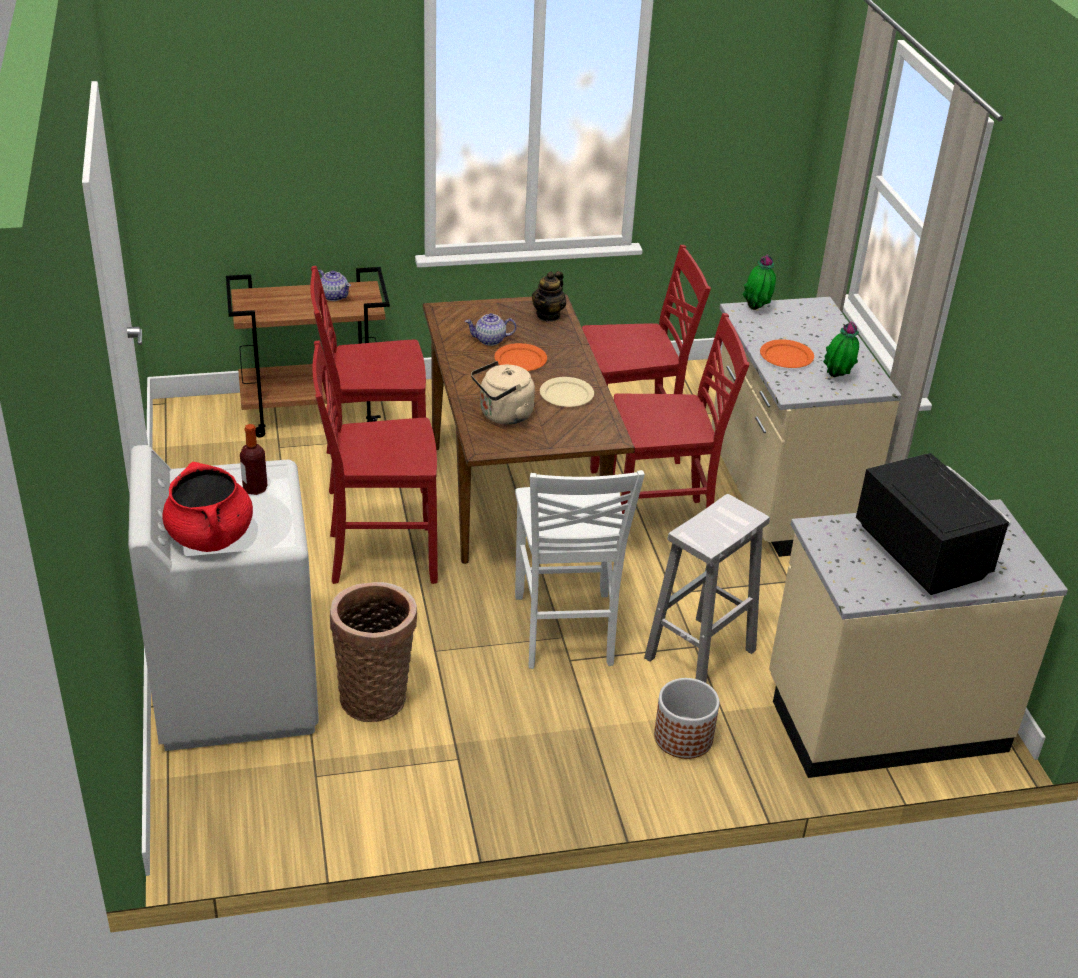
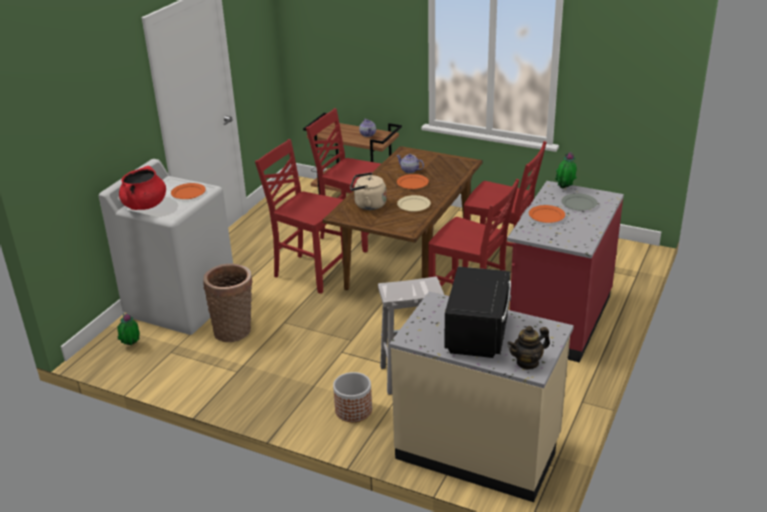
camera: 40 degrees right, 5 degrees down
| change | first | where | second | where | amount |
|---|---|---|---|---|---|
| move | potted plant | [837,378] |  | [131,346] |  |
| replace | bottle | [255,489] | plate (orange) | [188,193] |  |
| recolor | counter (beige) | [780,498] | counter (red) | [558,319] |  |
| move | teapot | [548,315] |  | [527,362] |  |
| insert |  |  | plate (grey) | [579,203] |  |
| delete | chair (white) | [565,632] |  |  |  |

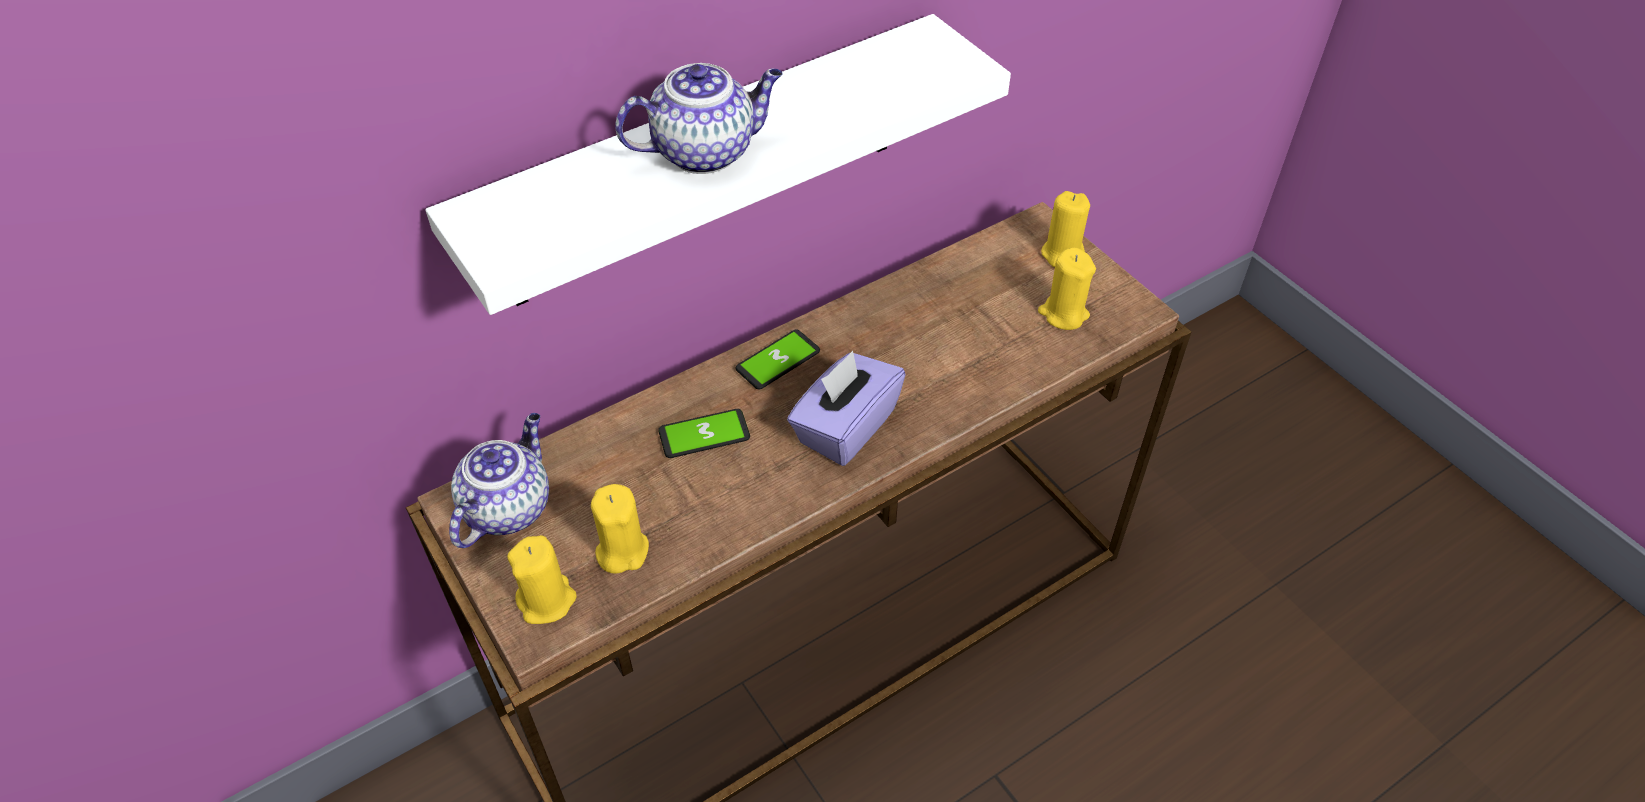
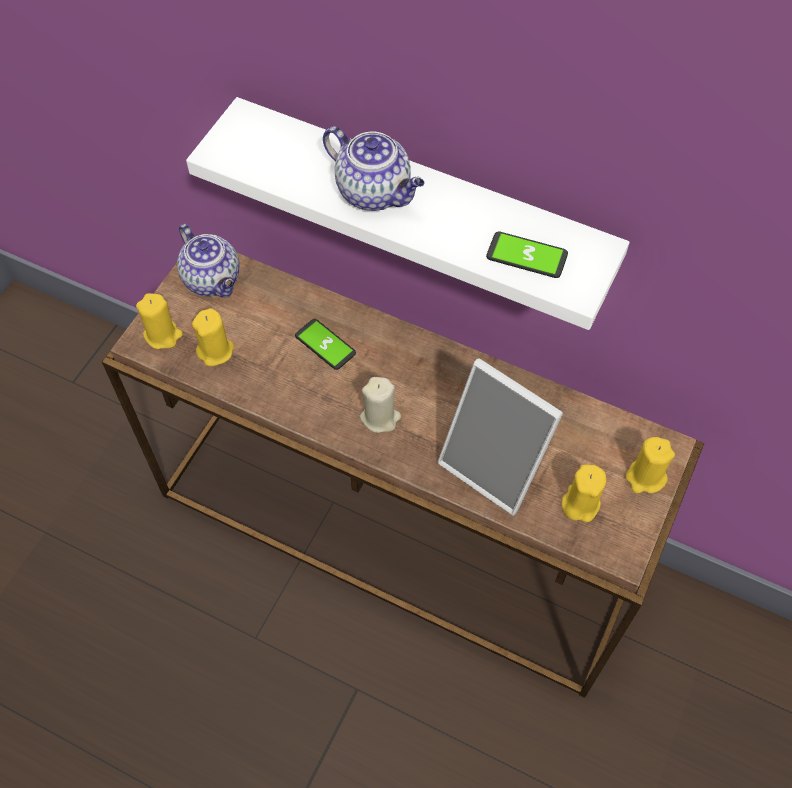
camera: 60 degrees right, 10 degrees up
| change | first | where | second | where | amount |
|---|---|---|---|---|---|
| rotate | teapot | [508,507] |  | [213,280] | 60 degrees clockwise |
| replace | tissue box (purple) | [845,427] | candle (beige) | [380,417] |  |
| insert |  |  | picture frame | [495,466] |  |
| move | phone | [778,360] |  | [526,256] |  |

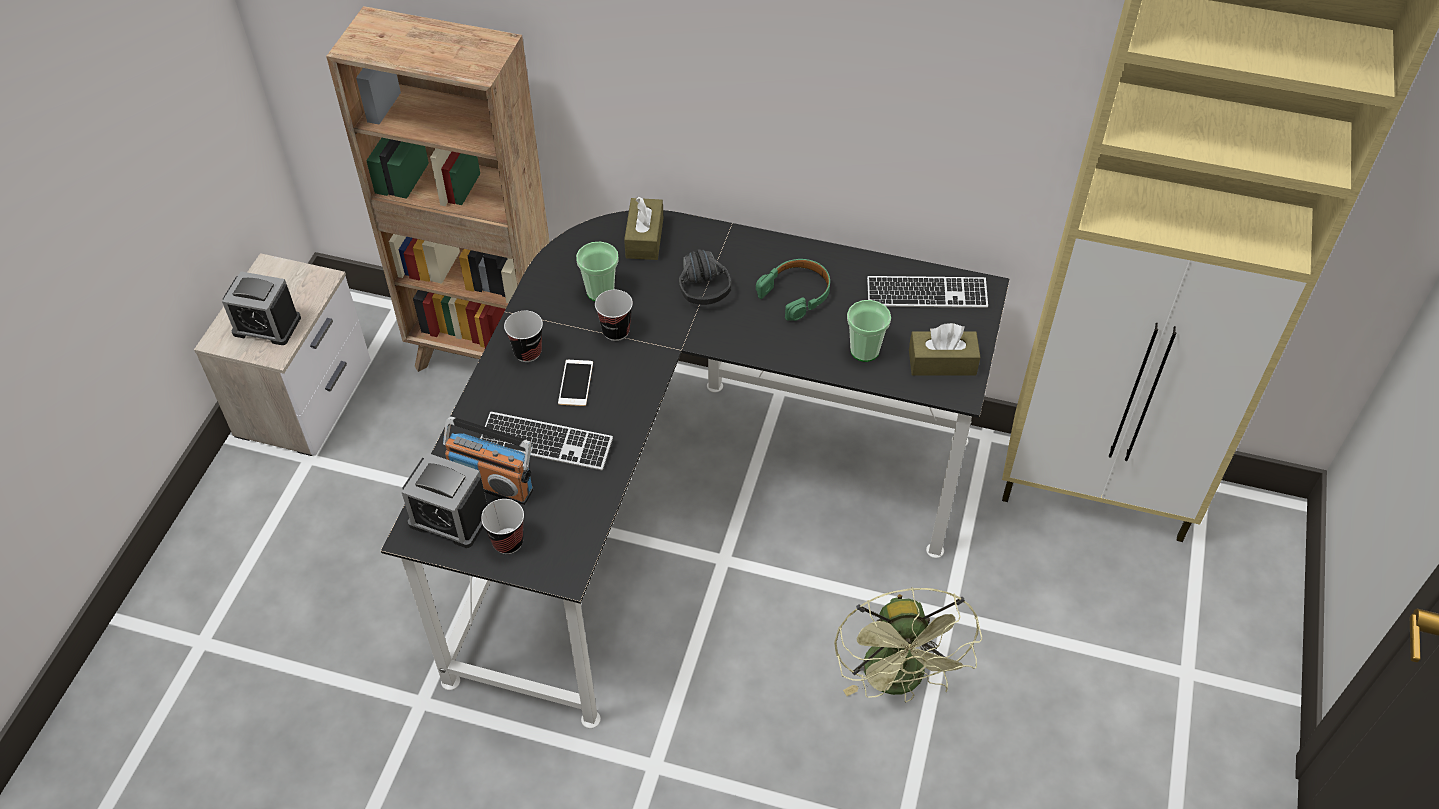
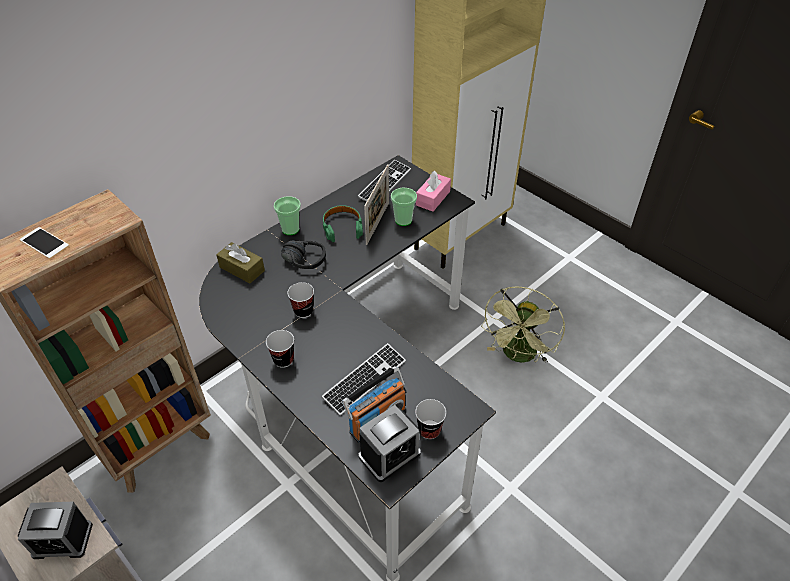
camera: 60 degrees left, 5 degrees down
| change | first | where | second | where | amount |
|---|---|---|---|---|---|
| rotate | alarm clock | [267,325] |  | [62,540] | 45 degrees clockwise |
| move | phone | [575,383] |  | [44,243] |  |
| move | cup | [600,292] |  | [290,229] |  |
| insert |  |  | picture frame | [377,223] |  |
| recolor | tissue box (brown) | [942,362] | tissue box (pink) | [433,198] |  |
| rotate | fan (green) | [899,681] |  | [518,356] | 90 degrees clockwise |

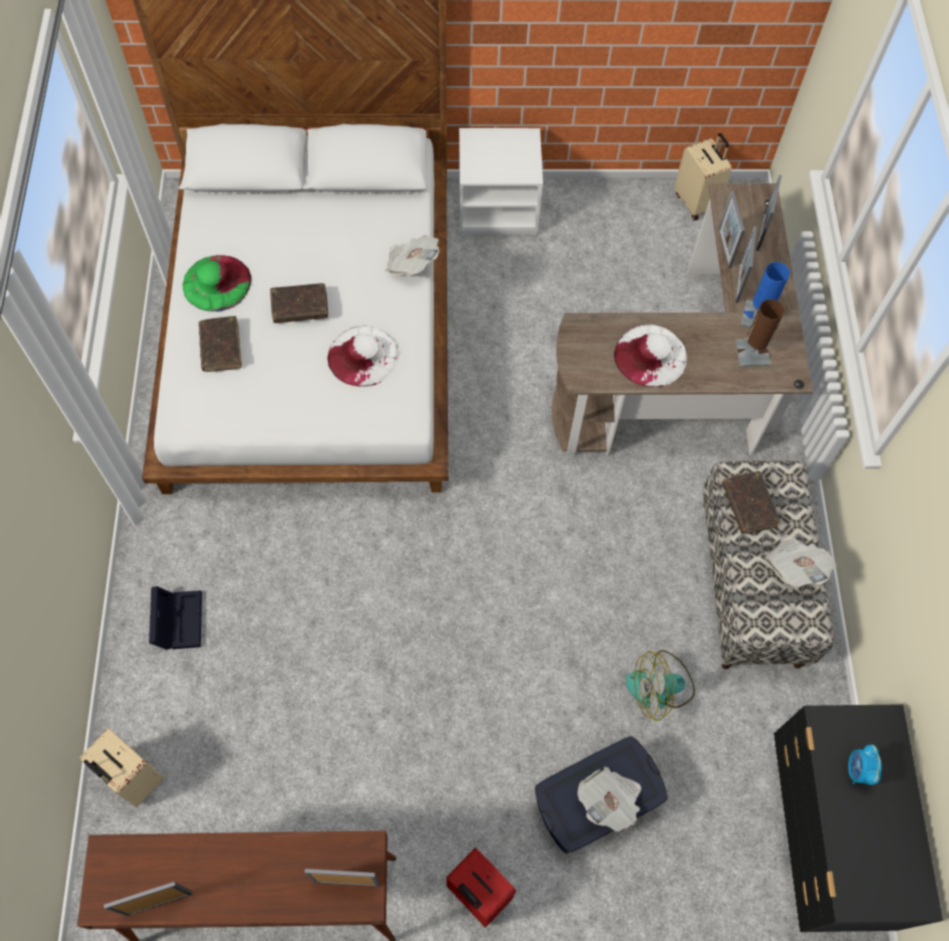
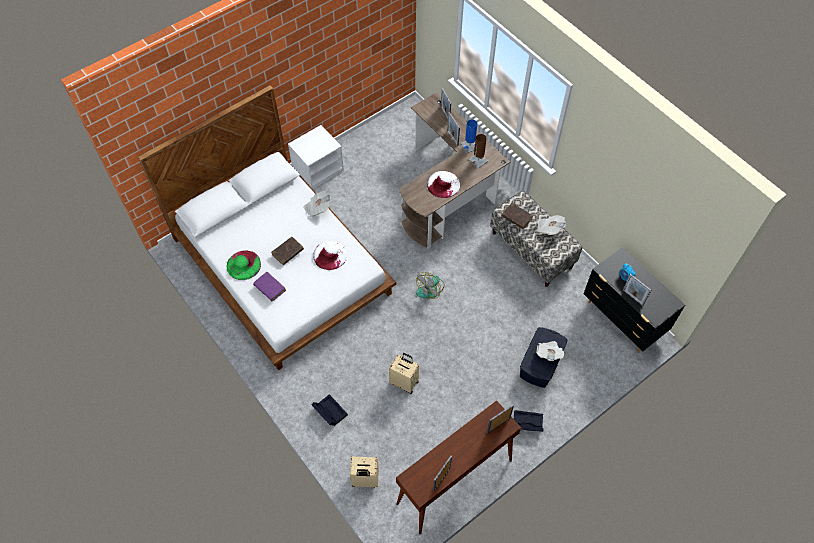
camera: 35 degrees left, 5 degrees down
| change | first | where | second | where | amount |
|---|---|---|---|---|---|
| recolor | book (brown) | [221,348] | book (purple) | [270,288] |  |
| move | suitcase (beige) | [696,202] |  | [404,382] |  |
| move | fan | [660,688] |  | [430,289] |  |
| replace | suitcase (red) | [477,894] | storage box (black) | [526,423] |  |
| move | picture frame | [724,248] |  | [633,297] |  |

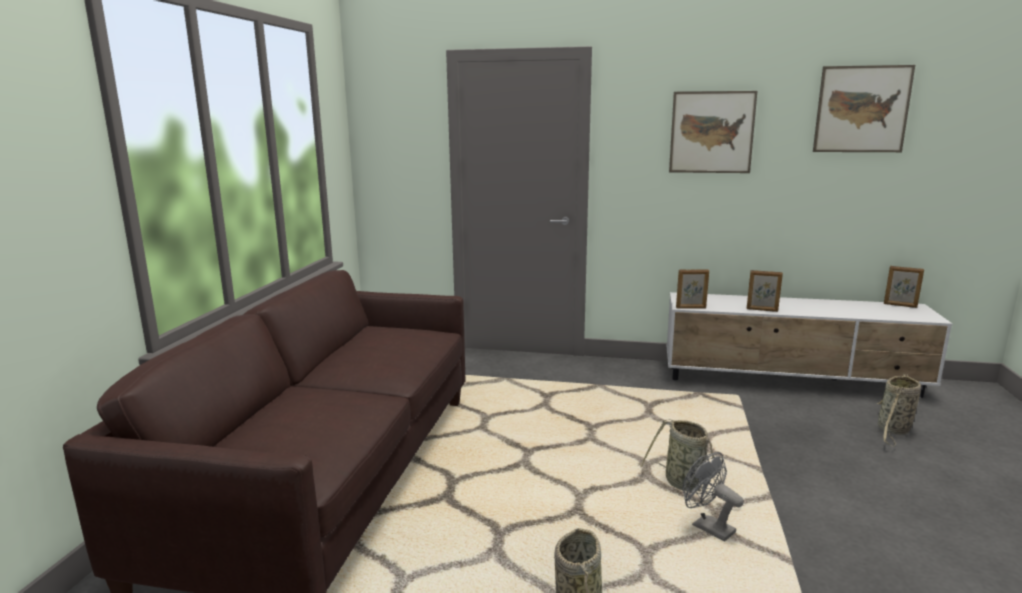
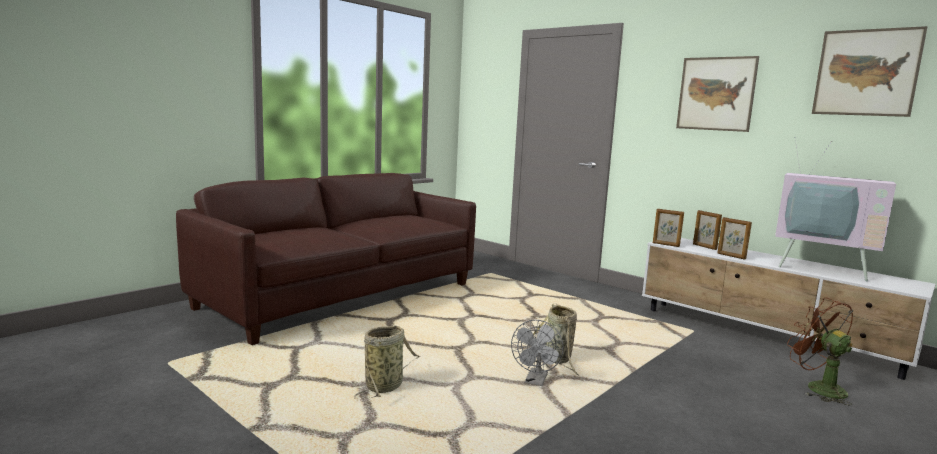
camera: 30 degrees right, 5 degrees down
| change | first | where | second | where | amount |
|---|---|---|---|---|---|
| rotate | fan (grey) | [707,527] |  | [535,382] | 150 degrees counterclockwise |
| move | picture frame | [900,305] |  | [704,247] |  |
| insert |  |  | television | [822,269] |  |
| replace | basket | [893,430] | fan (brown) | [817,387] |  |

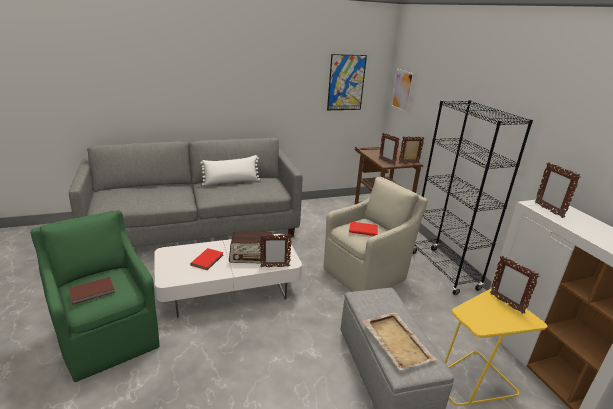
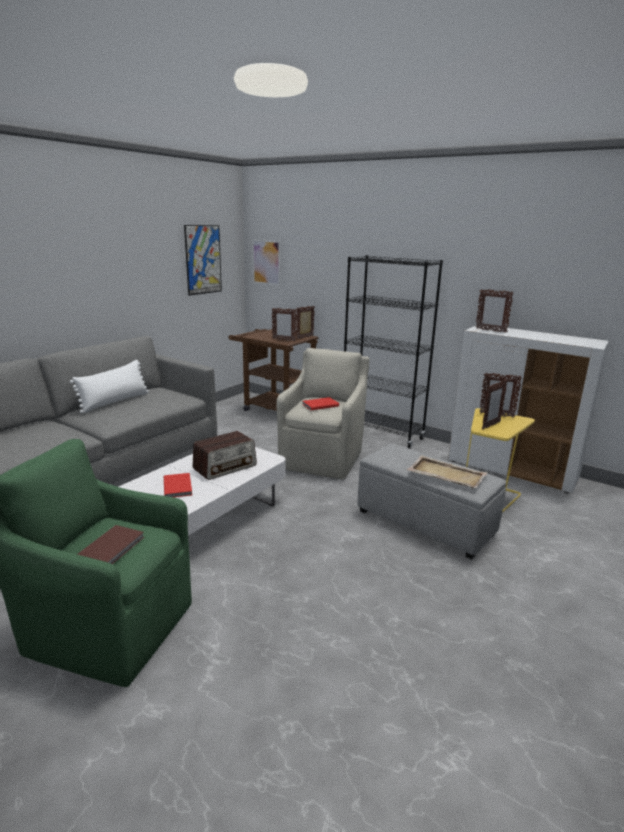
camera: 35 degrees left, 5 degrees down
| change | first | where | second | where | amount |
|---|---|---|---|---|---|
| move | picture frame | [274,266] |  | [490,426] |  |

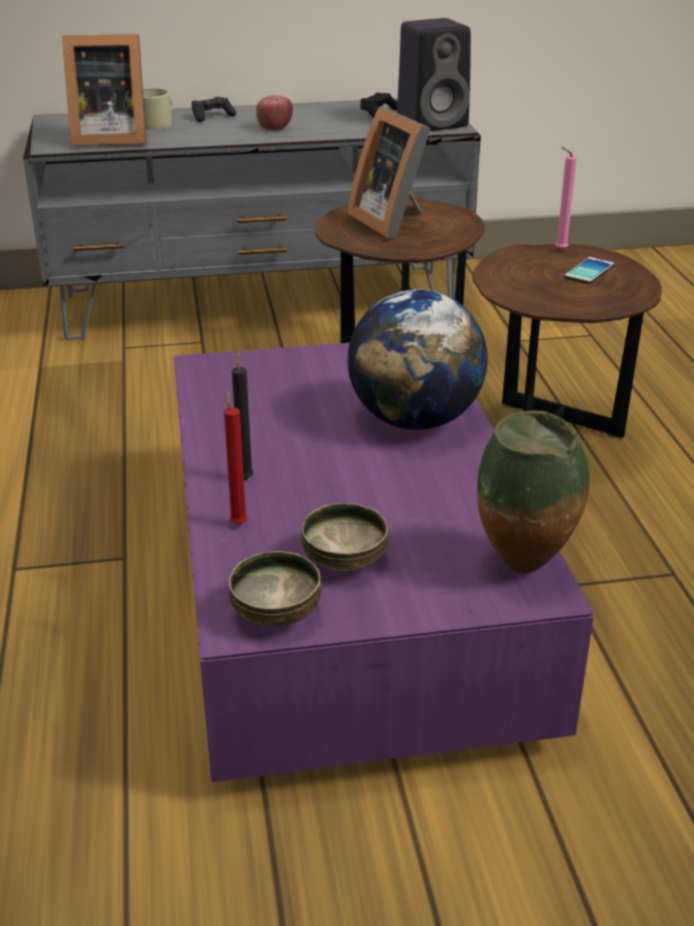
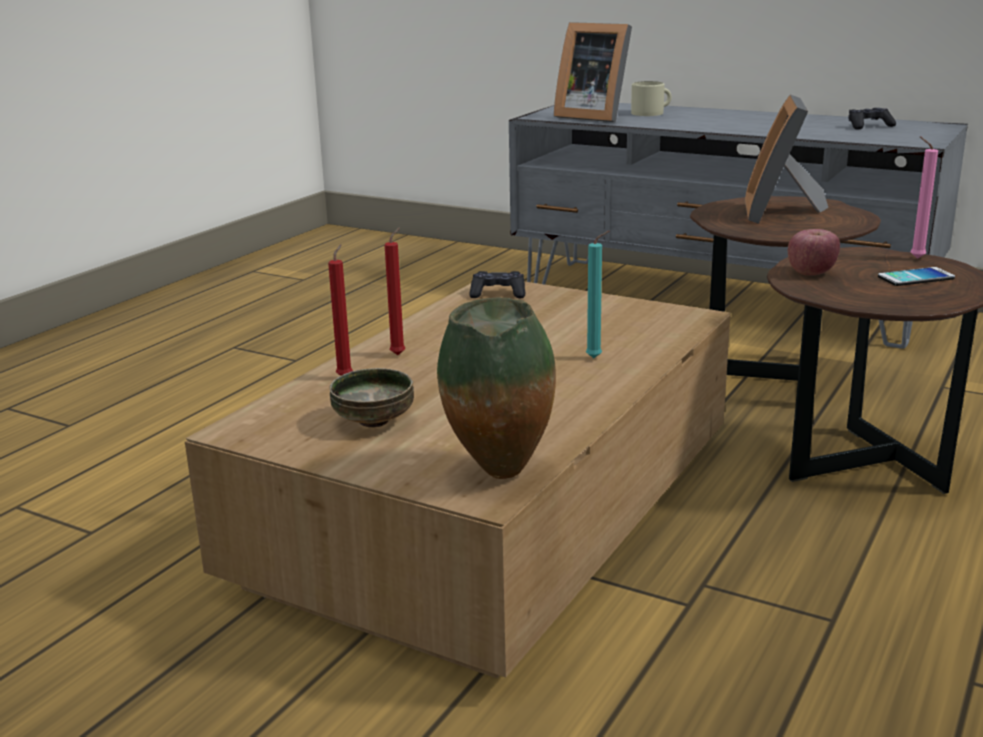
camera: 40 degrees right, 10 degrees down
| change | first | where | second | where | amount |
|---|---|---|---|---|---|
| recolor | coffee table (purple) | [346,592] | coffee table (brown) | [495,512] |  |
| recolor | candle (black) | [245,478] | candle (red) | [399,354] |  |
| move | game controller (black) | [212,116] |  | [498,294] |  |
| replace | globe | [415,420] | candle (turquoise) | [596,358] |  |
| move | apple | [274,128] |  | [811,273] |  |
| delete | bowl | [277,614] |  |  |  |
| delete | speaker (black) | [434,123] |  |  |  |

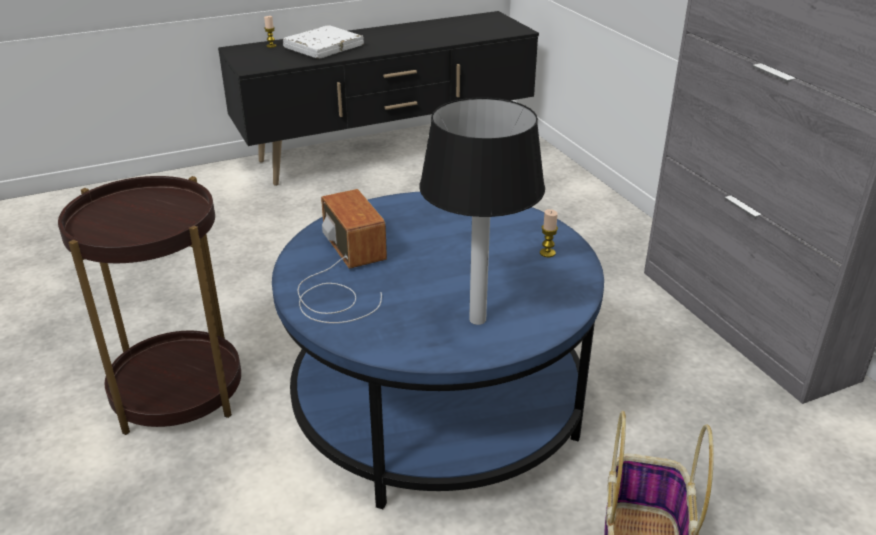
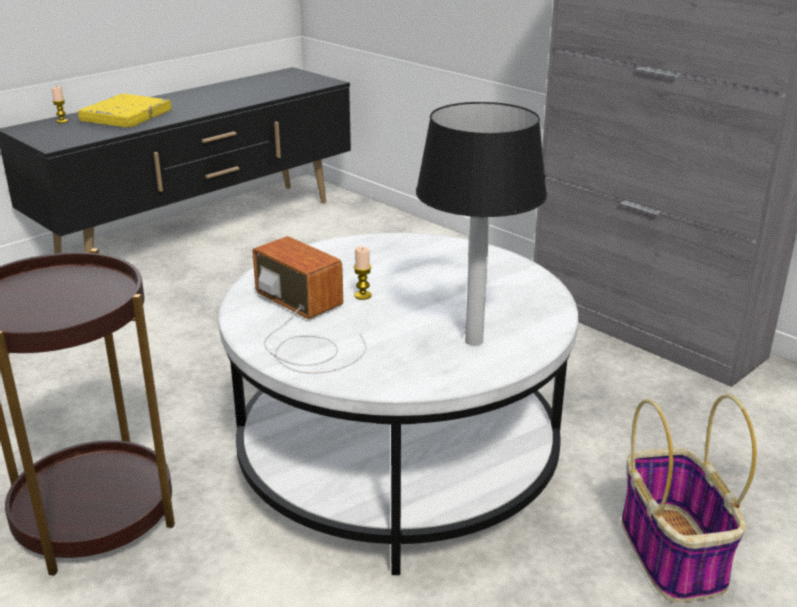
camera: 20 degrees left, 5 degrees down
| change | first | where | second | where | amount |
|---|---|---|---|---|---|
| recolor | book (white) | [323,47] | book (yellow) | [126,117] |  |
| recolor | coffee table (blue) | [437,402] | coffee table (white) | [397,460] |  |
| move | candle | [547,253] |  | [363,295] |  |

